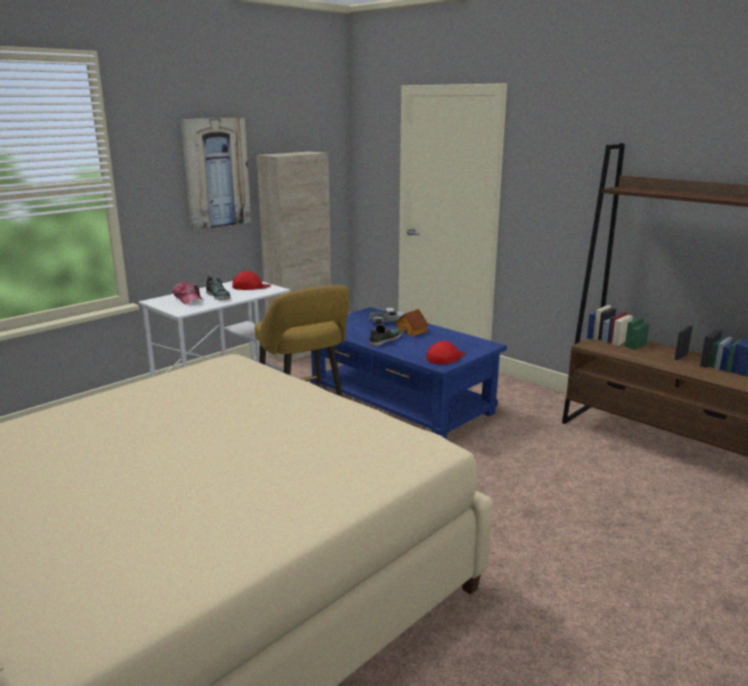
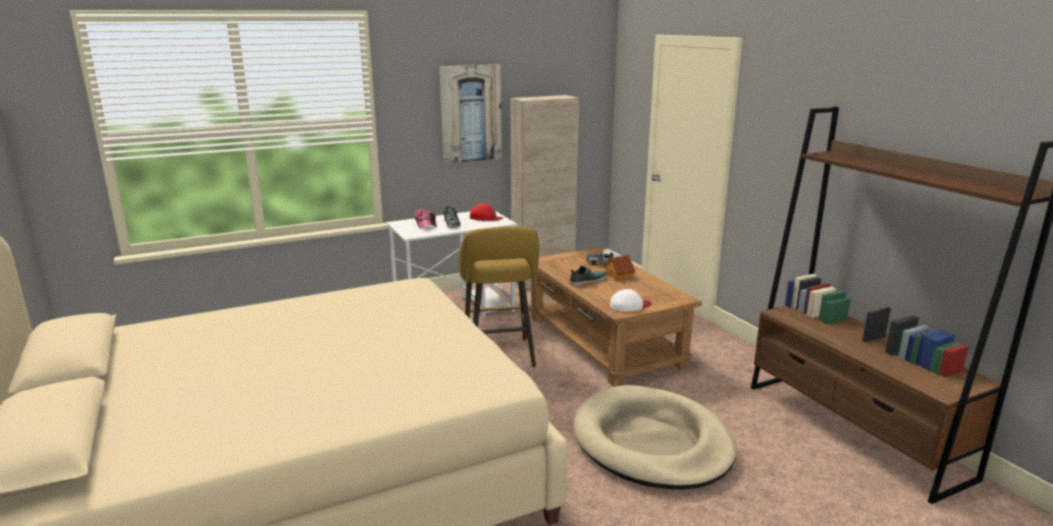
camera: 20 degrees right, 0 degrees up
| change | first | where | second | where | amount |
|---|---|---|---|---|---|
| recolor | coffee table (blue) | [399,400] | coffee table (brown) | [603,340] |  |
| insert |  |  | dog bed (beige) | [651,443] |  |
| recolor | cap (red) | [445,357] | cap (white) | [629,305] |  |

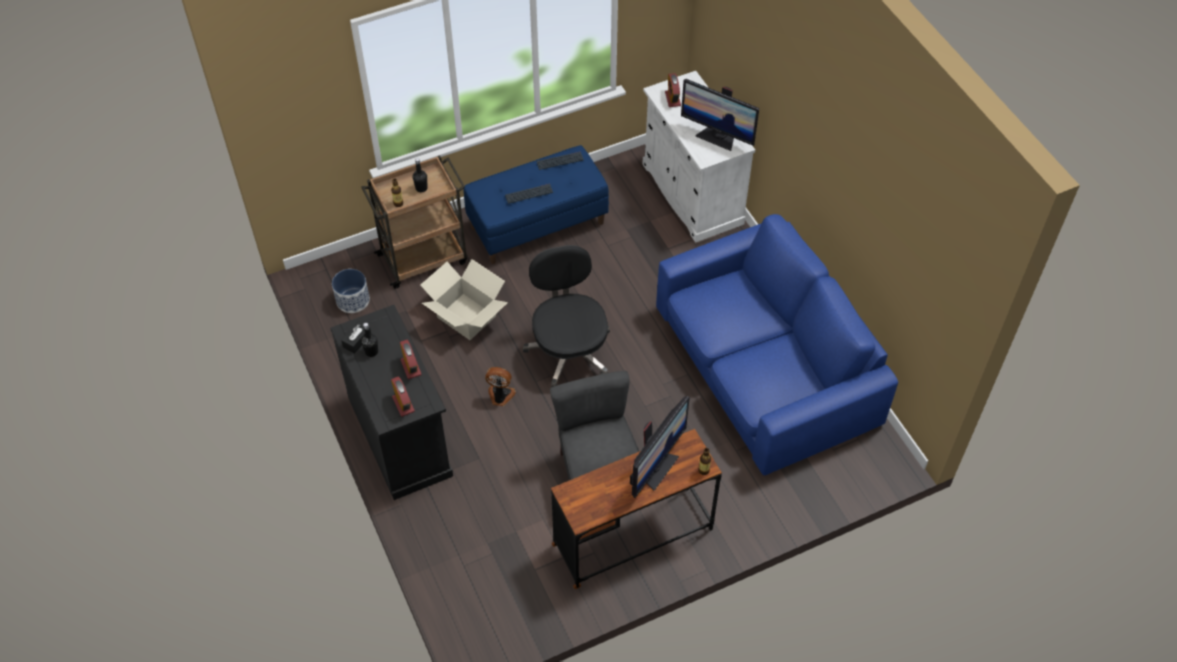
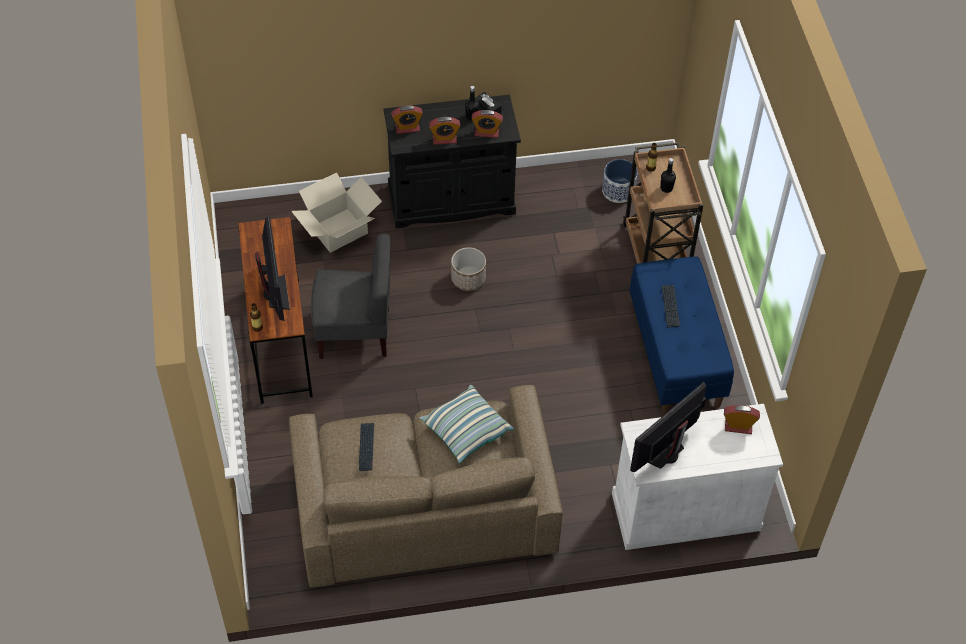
camera: 105 degrees right, 0 degrees up
| change | first | where | second | where | amount |
|---|---|---|---|---|---|
| rotate | monitor | [656,468] |  | [276,293] | 150 degrees counterclockwise |
| recolor | sofa (blue) | [764,367] | sofa (brown) | [424,505] |  |
| move | cardboard box | [466,316] |  | [339,230] |  |
| move | keyboard | [560,161] |  | [366,447] |  |
| insert |  |  | pillow | [466,430] |  |
| replace | fan | [500,396] | planter | [468,278] |  |
| insert |  |  | alarm clock | [486,132] |  |
| delete | office chair (black) | [569,350] |  |  |  |

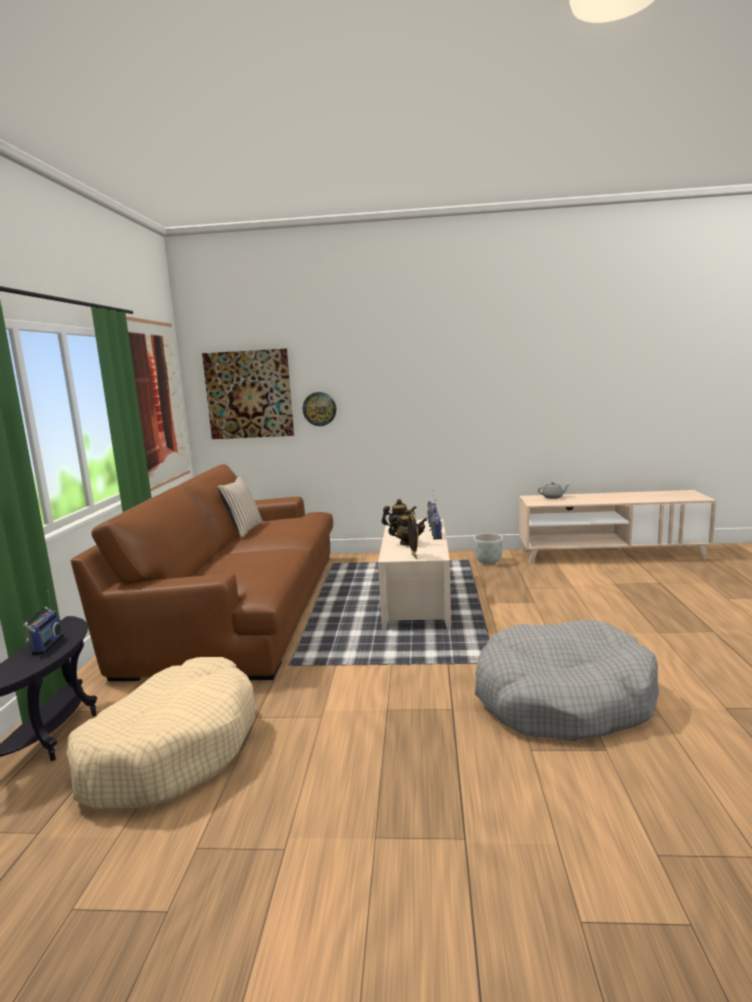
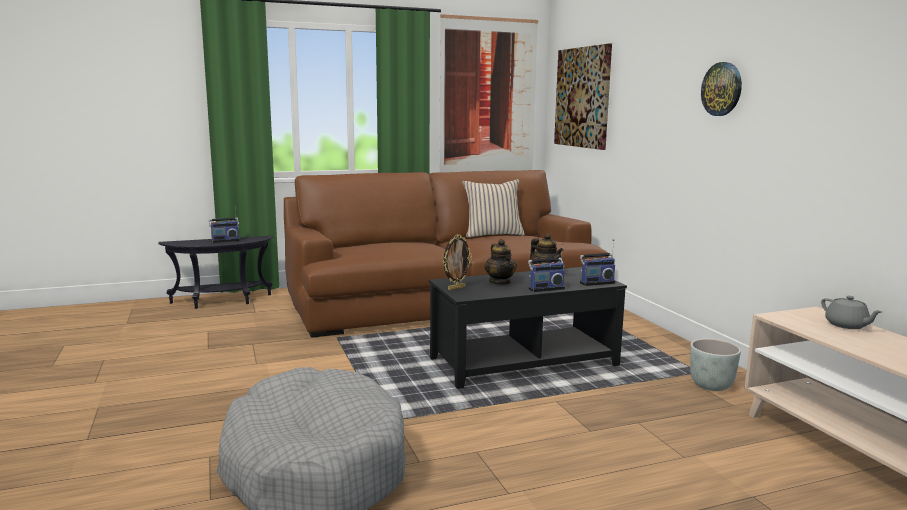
camera: 65 degrees right, 0 degrees up
| change | first | where | second | where | amount |
|---|---|---|---|---|---|
| recolor | coffee table (beige) | [416,600] | coffee table (black) | [524,362] |  |
| move | wall clock | [319,409] |  | [722,89] |  |
| delete | dog bed (beige) | [171,749] |  |  |  |

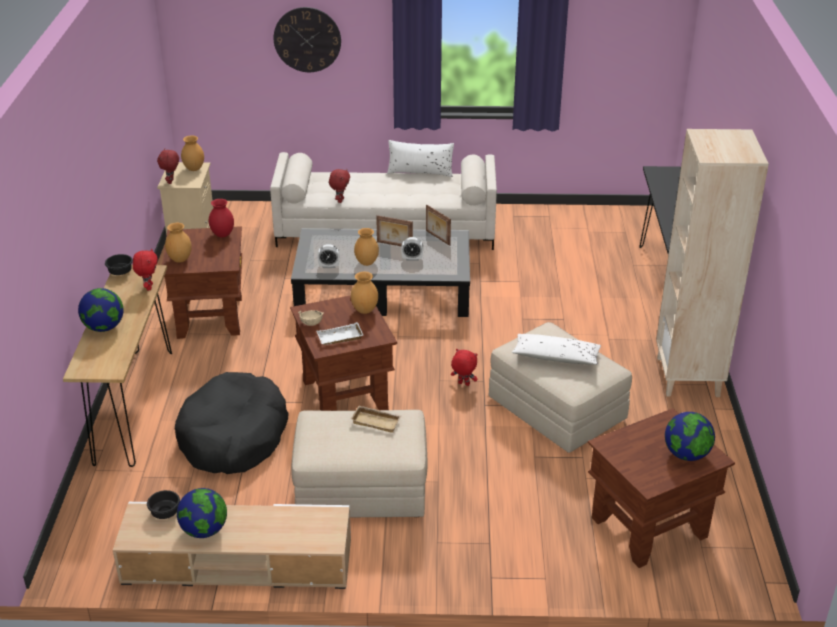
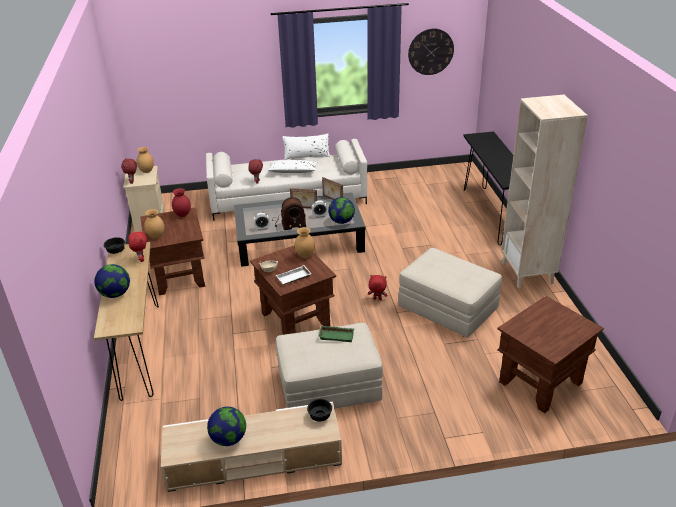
camera: 10 degrees left, 0 degrees up
| change | first | where | second | where | amount |
|---|---|---|---|---|---|
| move | pillow (white) | [556,357] |  | [293,171] |  |
| replace | vase (brown) | [367,263] | radio | [288,222] |  |
| move | bowl (black) | [166,512] |  | [320,415] |  |
| recolor | tray (beige) | [377,421] | tray (green) | [337,335] |  |
| move | globe | [686,454] |  | [341,221] |  |
| move | wall clock | [307,39] |  | [430,51] |  |
| delete | dog bed (black) | [233,437] |  |  |  |

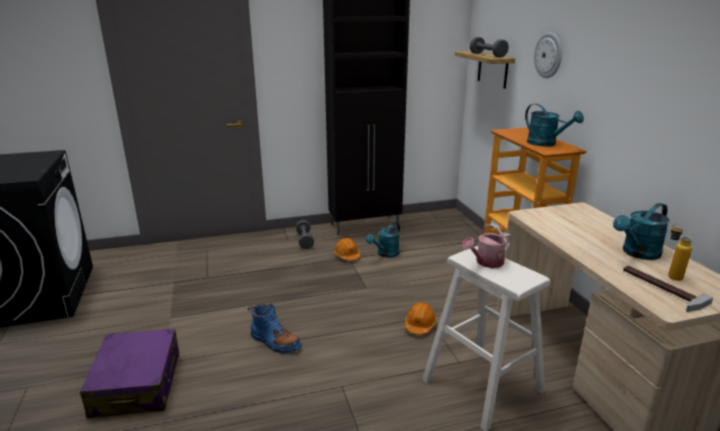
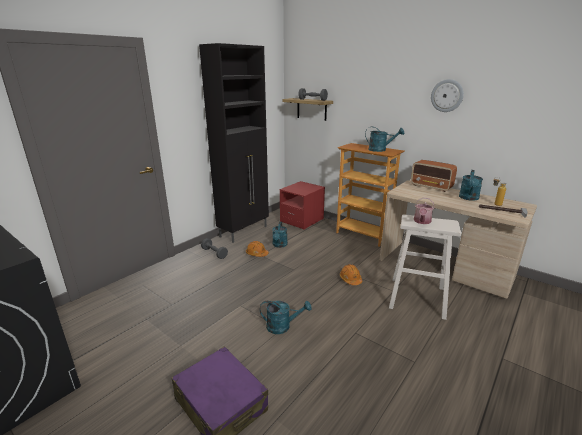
camera: 35 degrees left, 0 degrees up
| change | first | where | second | where | amount |
|---|---|---|---|---|---|
| replace | boot (blue) | [275,342] | watering can (turquoise) | [283,326] |  |
| insert |  |  | nightstand (red) | [302,220] |  |
| insert |  |  | radio | [431,187] |  |
| move | wall clock | [549,55] |  | [447,95] |  |

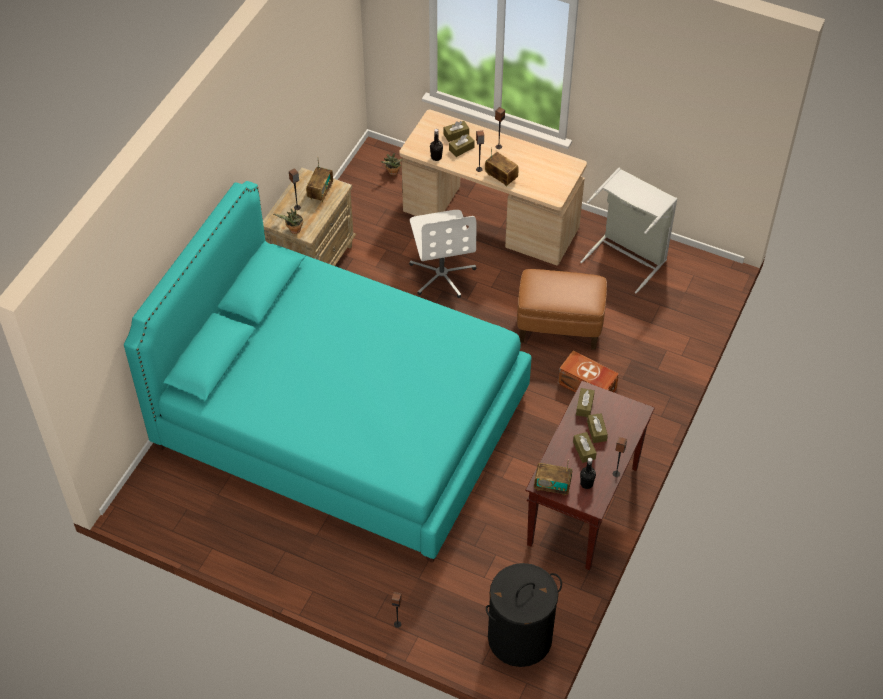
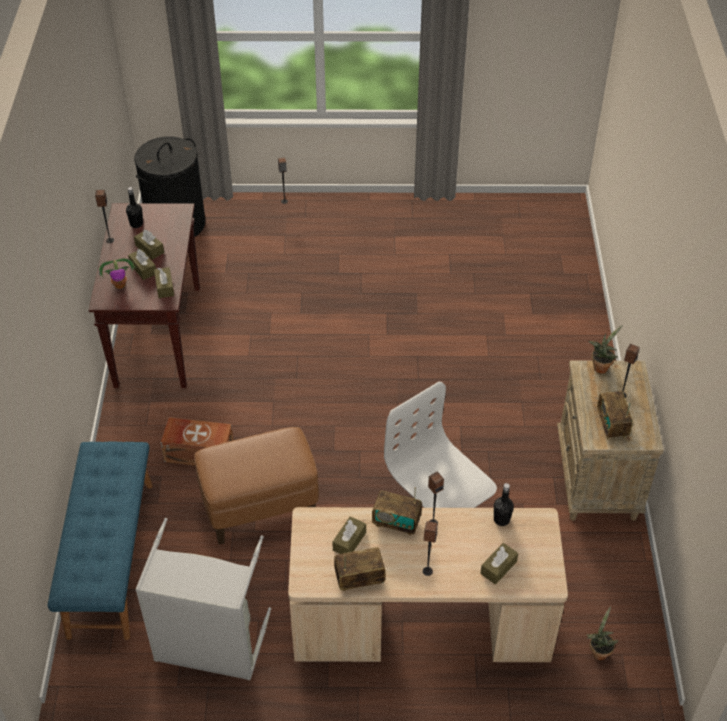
camera: 155 degrees right, 5 degrees down
| change | first | where | second | where | amount |
|---|---|---|---|---|---|
| insert |  |  | bench (blue) | [110,557] |  |
| insert |  |  | potted plant | [120,284] |  |
| move | tissue box (brown) | [461,149] |  | [349,541] |  |
| move | radio | [552,486] |  | [359,579] |  |
| delete | bed (turquoise) | [342,420] |  |  |  |

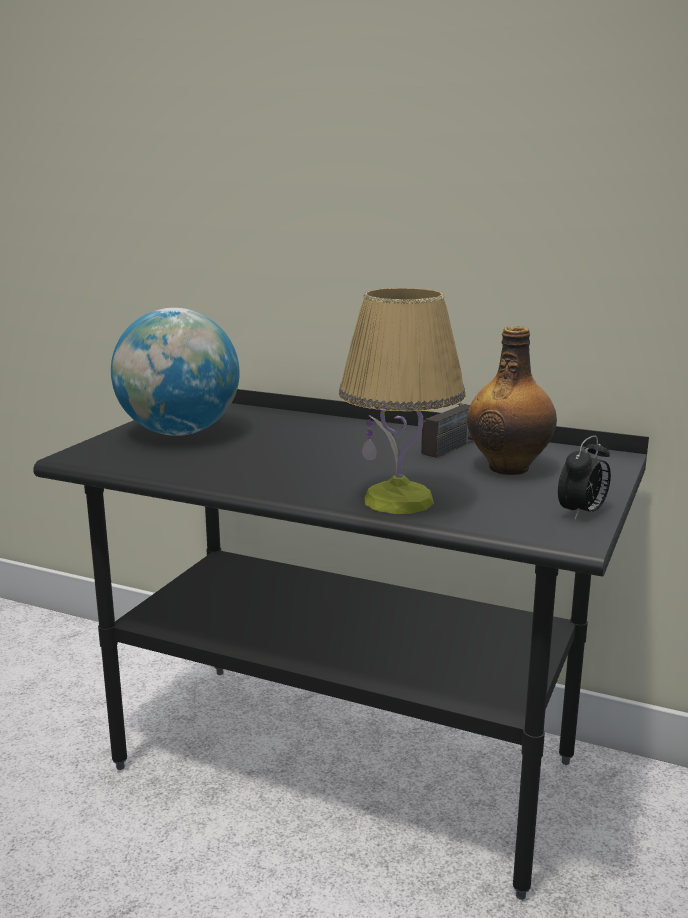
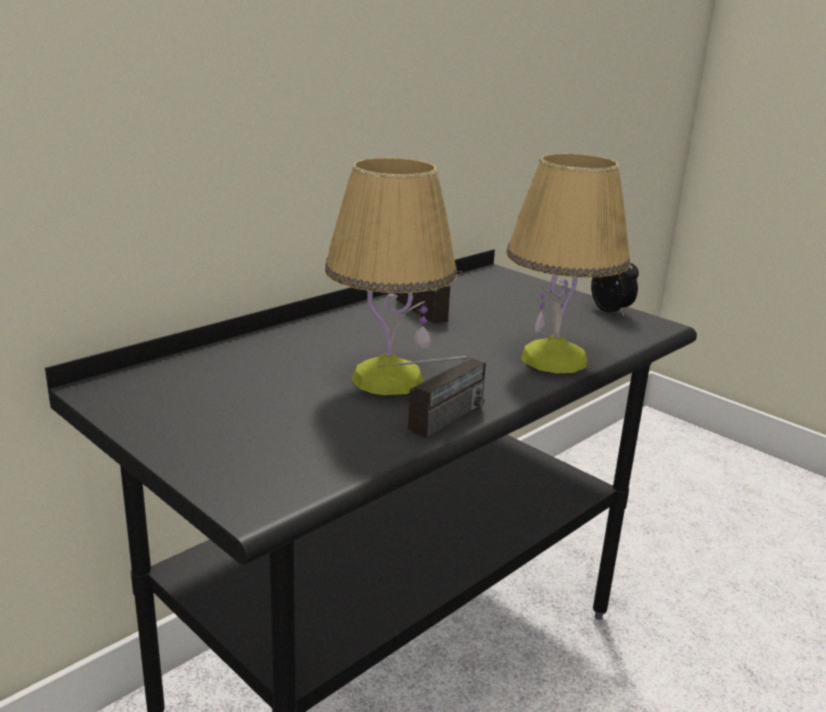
camera: 70 degrees left, 5 degrees up
| change | first | where | second | where | amount |
|---|---|---|---|---|---|
| insert |  |  | table lamp | [387,379] |  |
| insert |  |  | radio | [433,427] |  |
| delete | globe | [179,433] |  |  |  |
| delete | bottle | [509,467] |  |  |  |

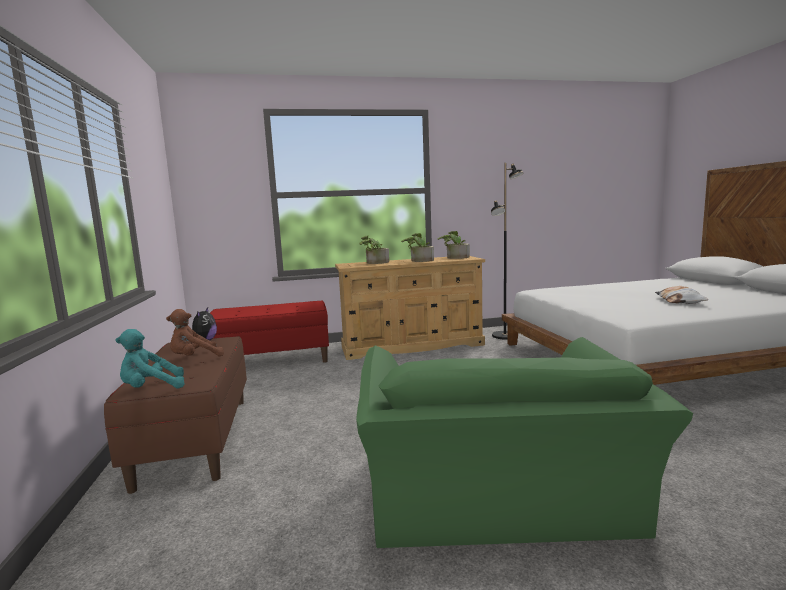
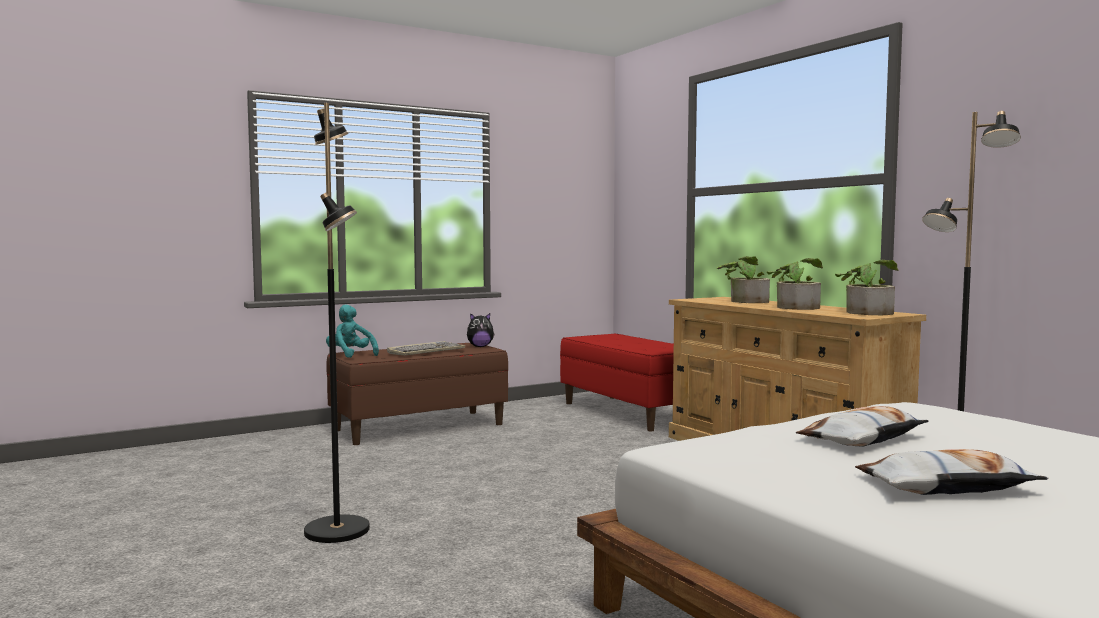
camera: 70 degrees right, 5 degrees down
| change | first | where | second | where | amount |
|---|---|---|---|---|---|
| replace | armchair (green) | [496,493] | floor lamp (black) | [338,530] |  |
| replace | plush toy (brown) | [194,358] | keyboard | [426,351] |  |
| insert |  |  | pillow | [862,439] |  |

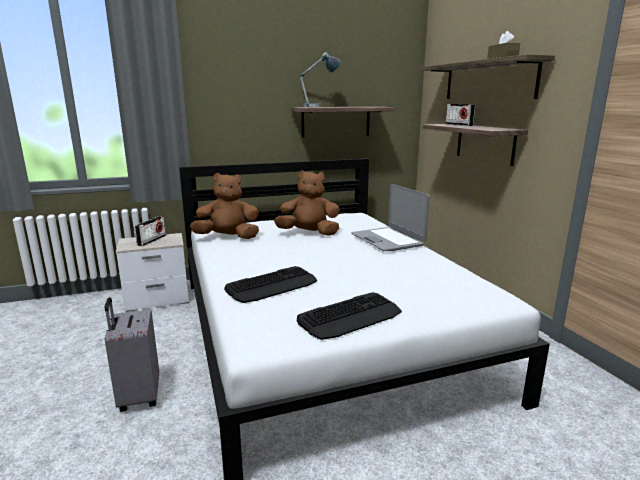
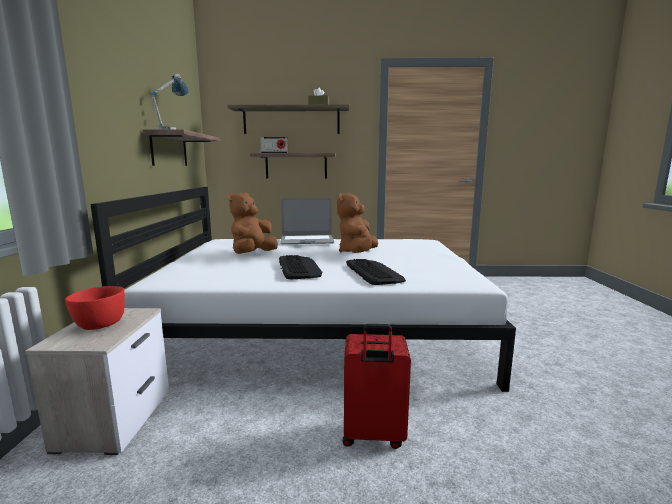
camera: 70 degrees left, 5 degrees down
| change | first | where | second | where | amount |
|---|---|---|---|---|---|
| replace | radio | [151,240] | bowl (red) | [99,325] |  |
| move | keyboard | [350,316] |  | [299,268] |  |
| move | plush toy (brown) | [228,238] |  | [357,253] |  |
| recolor | suitcase (grey) | [138,397] | suitcase (red) | [373,436] |  |

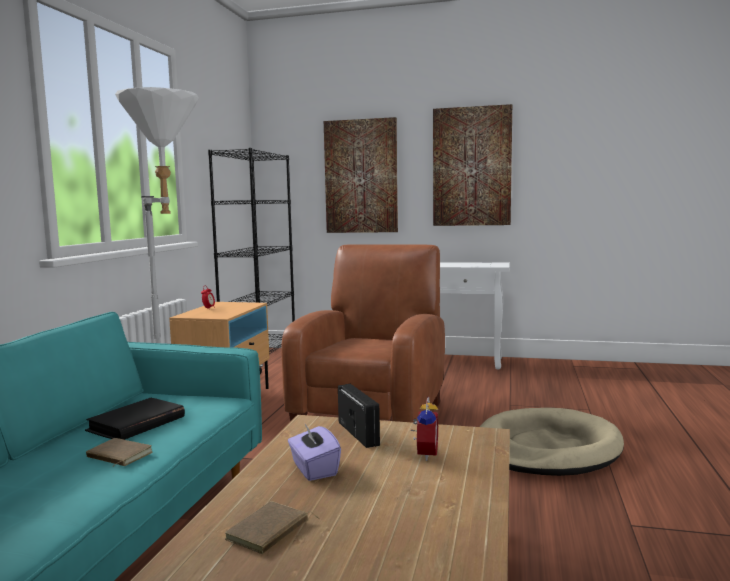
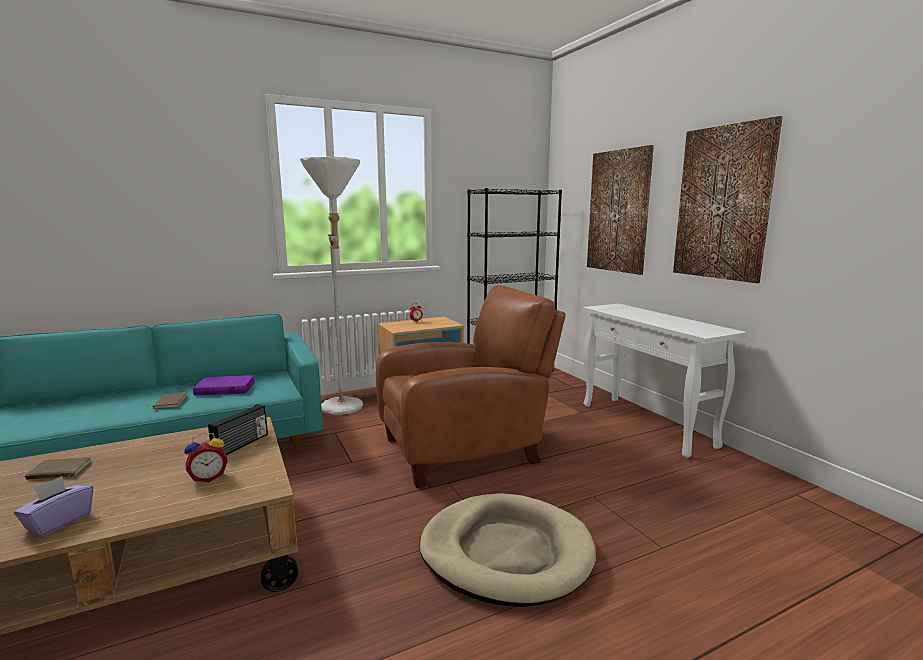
camera: 50 degrees right, 5 degrees up
| change | first | where | second | where | amount |
|---|---|---|---|---|---|
| move | tissue box (purple) | [314,469] |  | [58,521] |  |
| recolor | book (black) | [136,424] | book (purple) | [225,388] |  |

